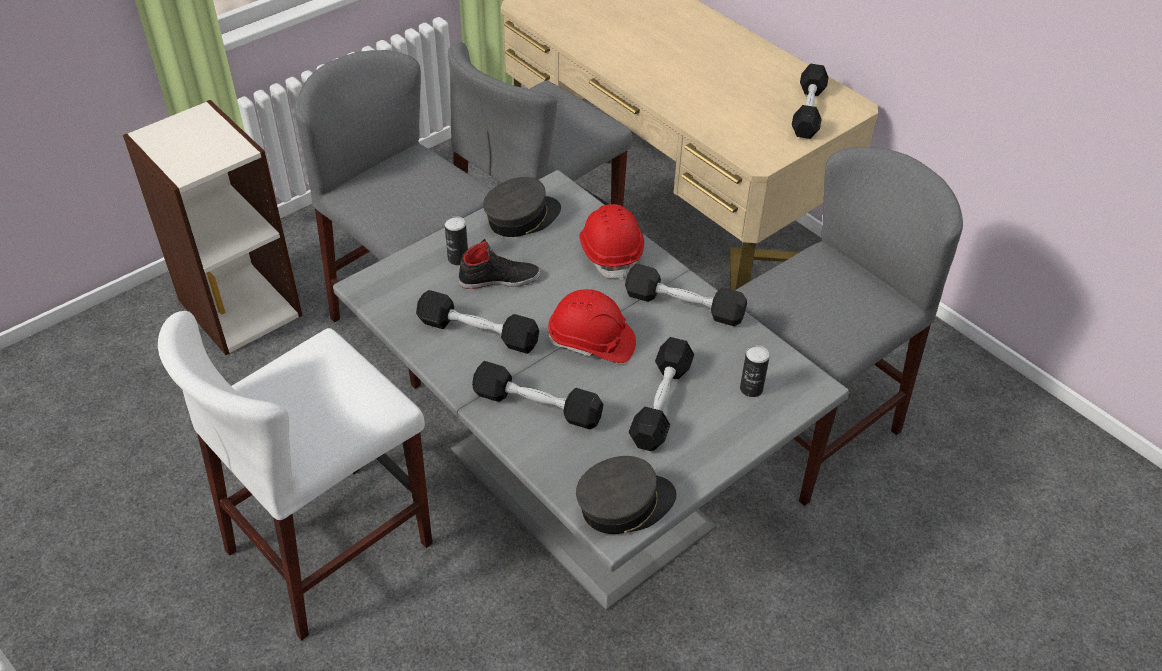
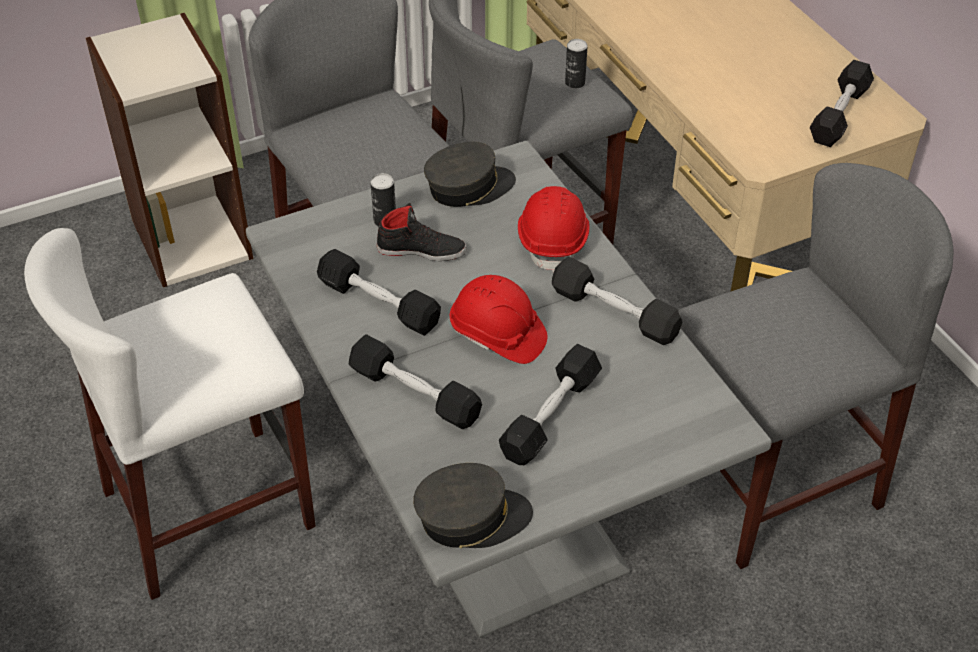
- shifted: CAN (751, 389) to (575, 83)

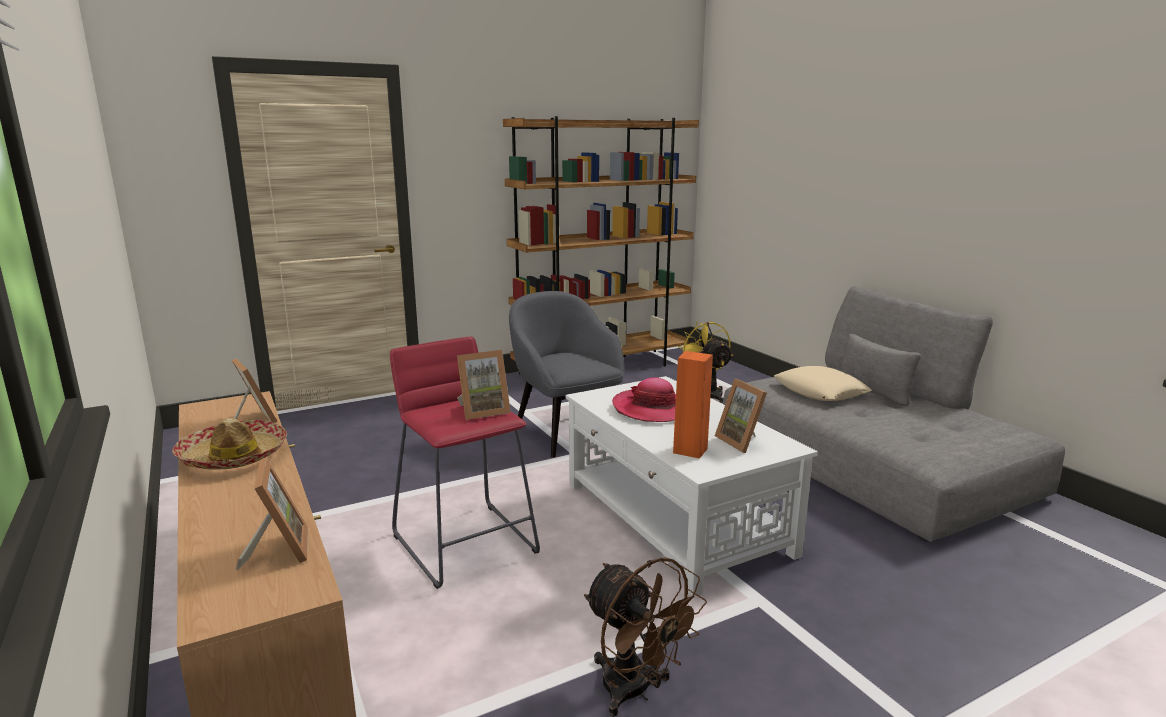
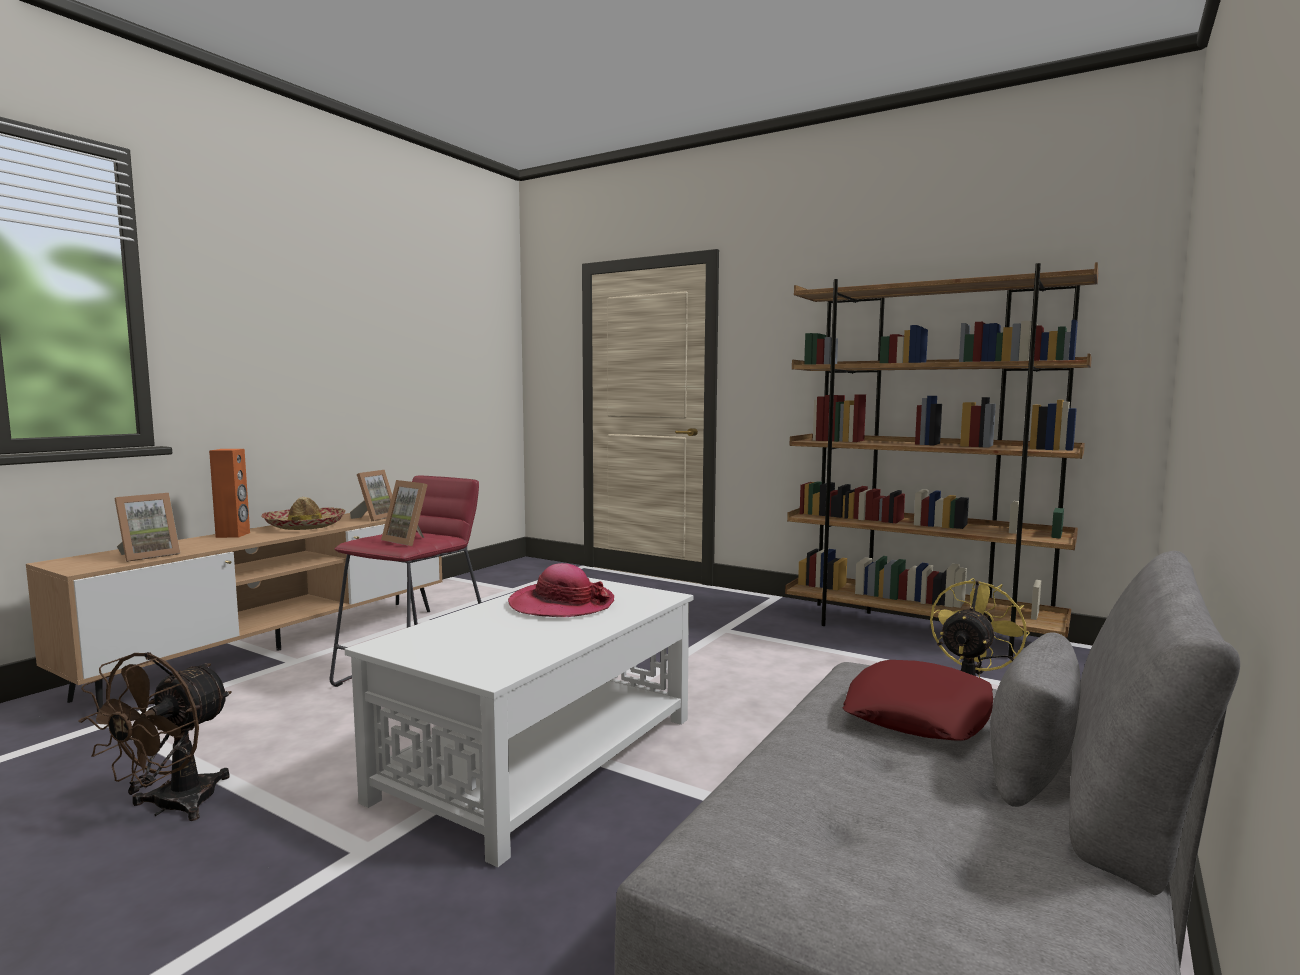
- gone: GRAY EASY CHAIR (566, 432)
- shifted: ORANGE SPEAKER (690, 450) to (233, 535)
- gone: PICTURE FRAME (742, 441)
- repainted: BEIGE-COLOURED CUSHION (820, 391) to REDDISH CUSHION (919, 714)

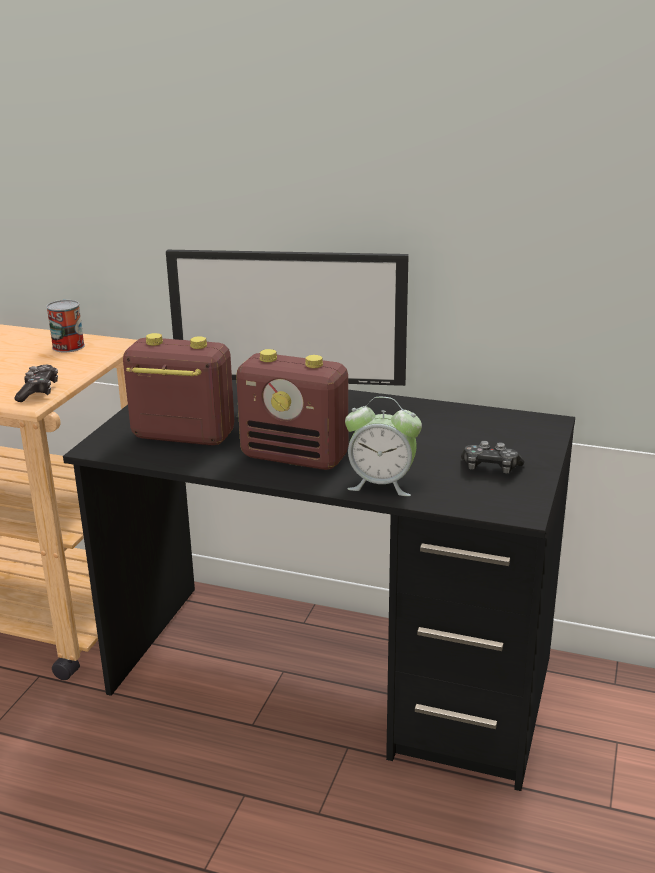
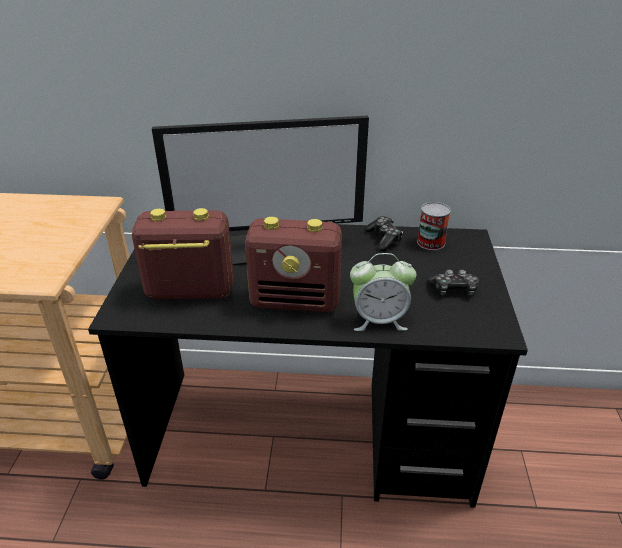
- shifted: JOYPAD (38, 391) to (384, 238)
- shifted: CAN (68, 346) to (431, 242)

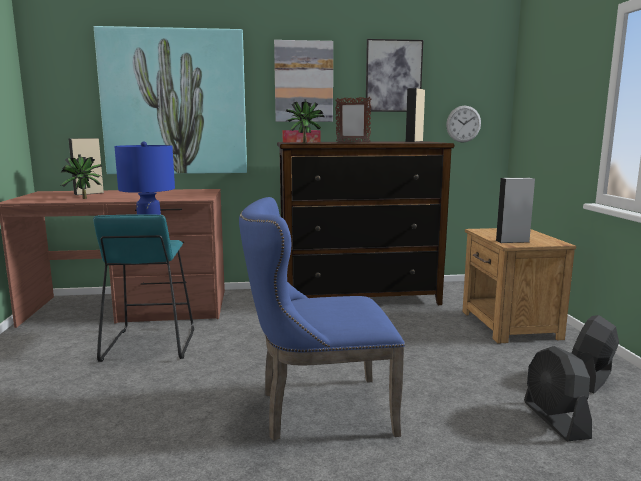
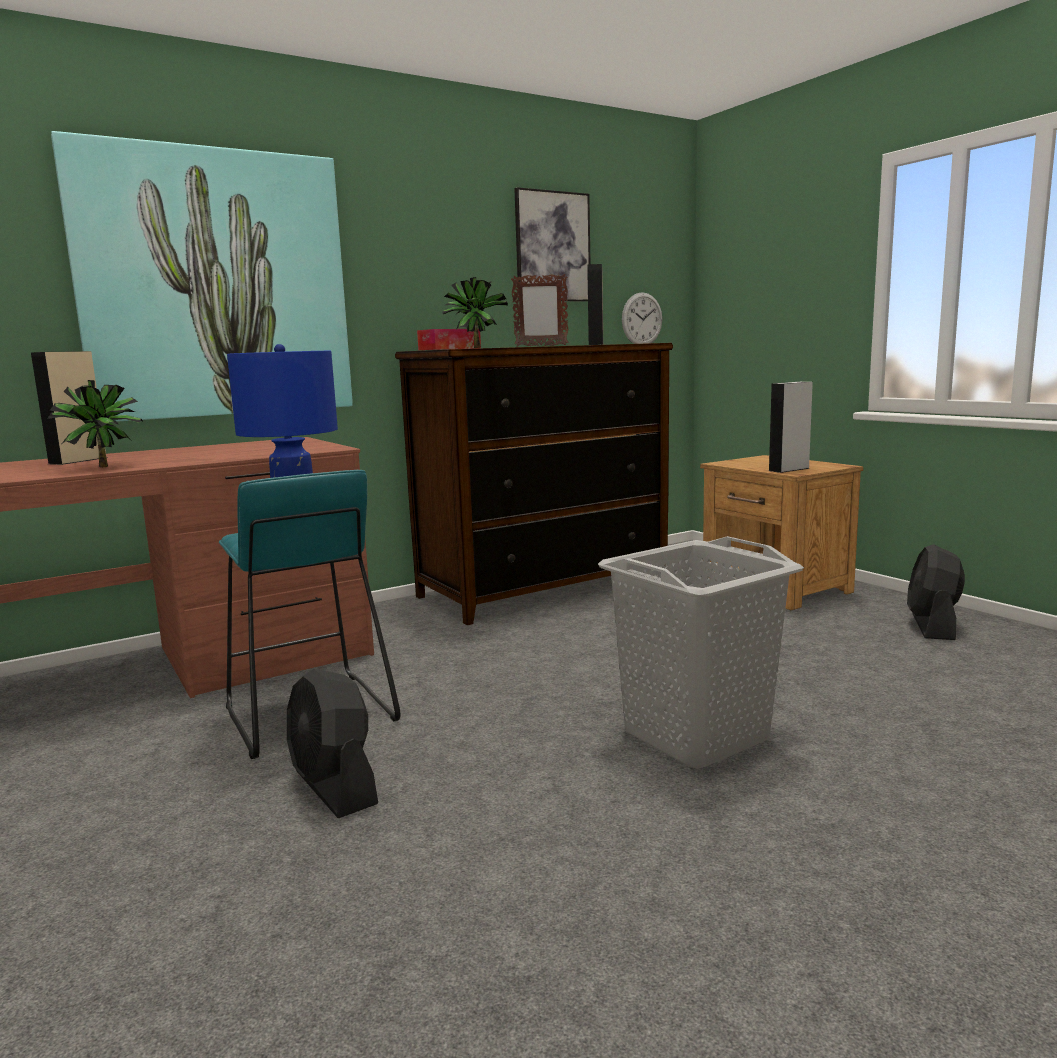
- swapped: BLUE-COLOURED PLAIN CHAIR (317, 411) to GRAY WASHING BASKET (694, 735)
- gone: WALL PICTURE (303, 82)
- shifted: BLACK COOLING FAN (555, 420) to (334, 787)

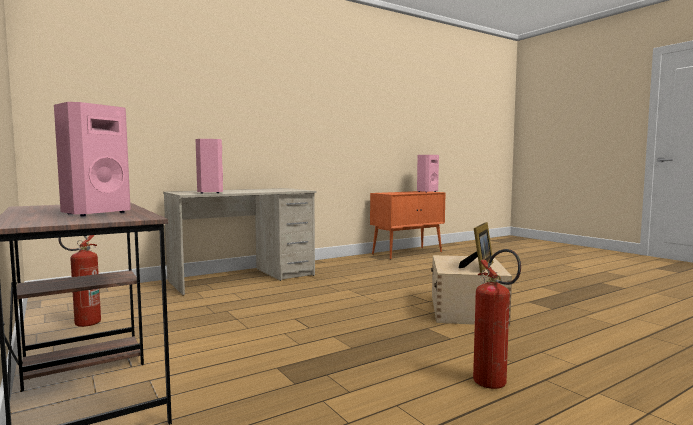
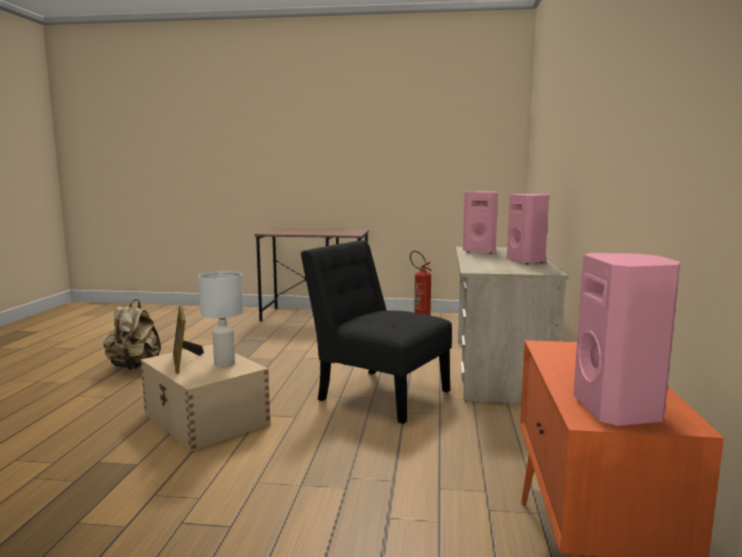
- shifted: PINK-COLOURED SPEAKER (94, 213) to (527, 261)
- swapped: FIRE EXTINGUISHER (494, 385) to BEIGE-COLOURED KNAPSACK (135, 367)
- new: WHITE TABLE LAMP (223, 363)
- new: BLACK PLAIN CHAIR (378, 393)

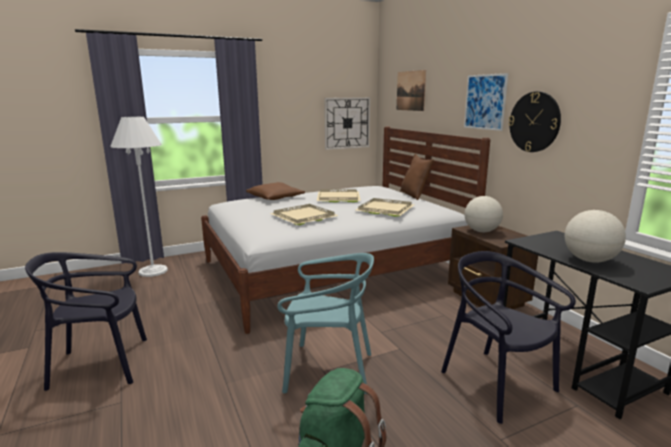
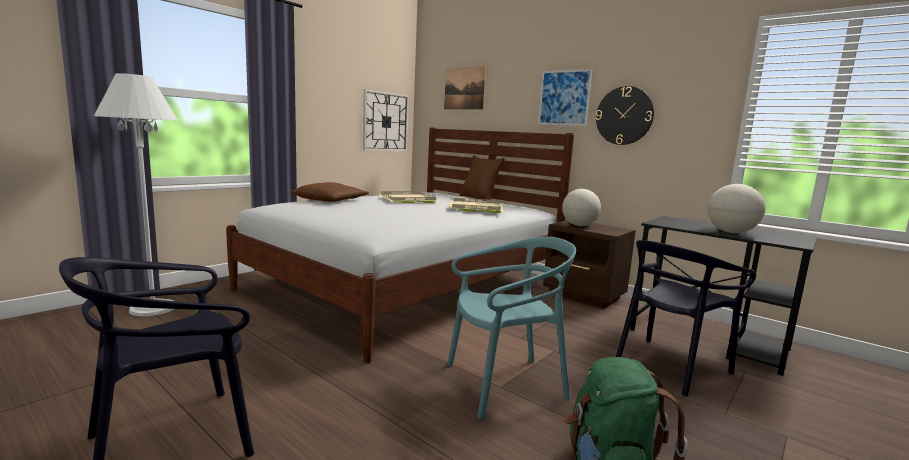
- gone: BEIGE-COLOURED SERVING TRAY (304, 216)
- rotated: BLACK PLAIN CHAIR (496, 384) = (669, 366) 75 degrees counterclockwise

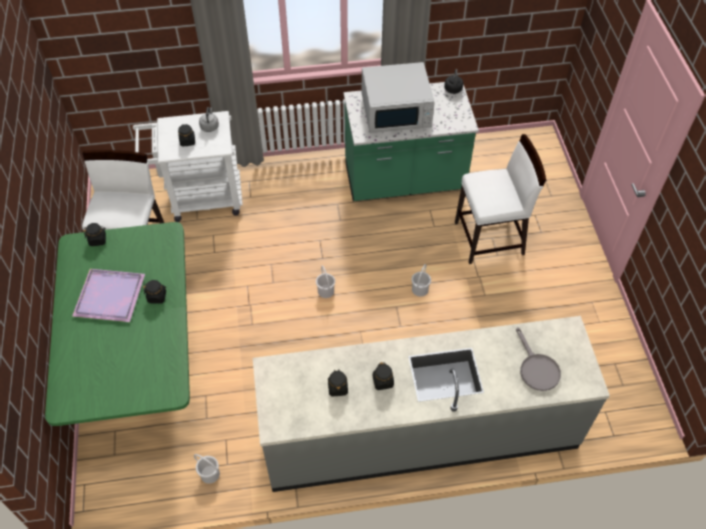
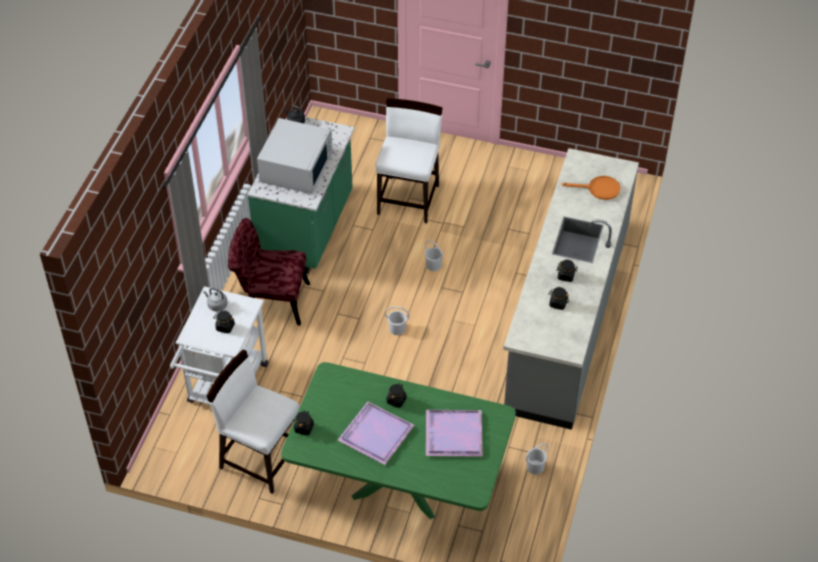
- repainted: GRAY SKILLET (536, 368) to ORANGE SKILLET (599, 189)
- new: REDDISH PLAIN CHAIR (270, 300)
- new: PURPLE-COLOURED SERVING TRAY (452, 435)

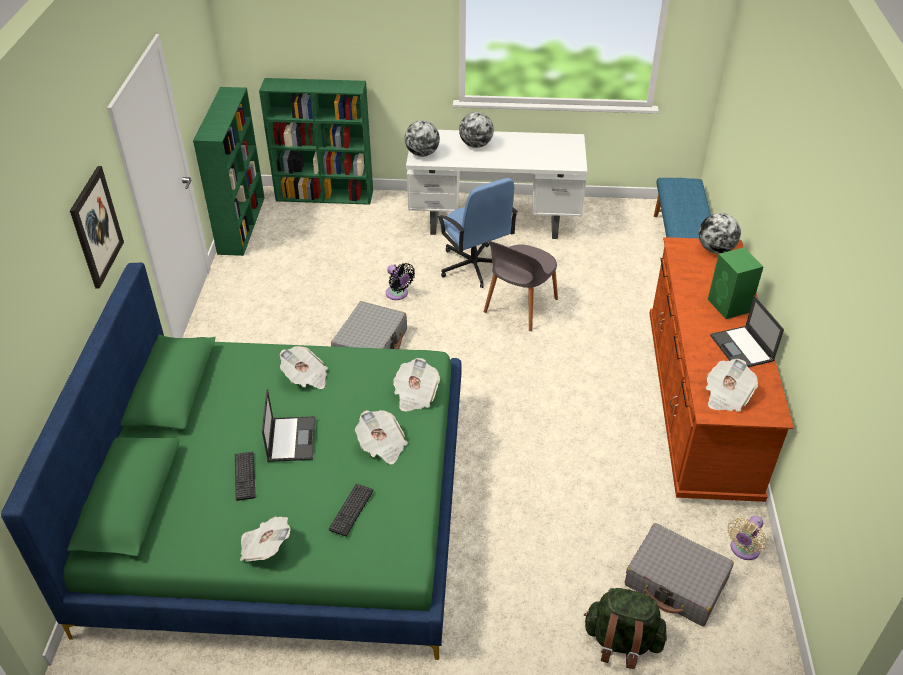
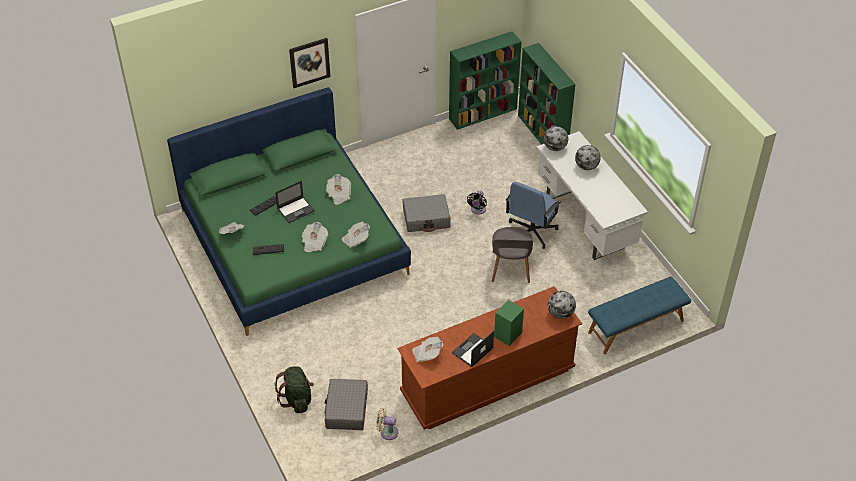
- rotated: GRAY PLAIN CHAIR (519, 307) = (510, 268) 90 degrees counterclockwise

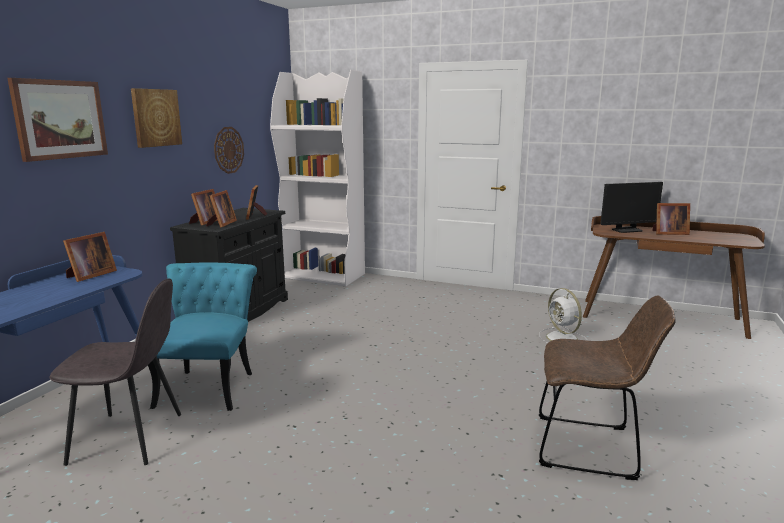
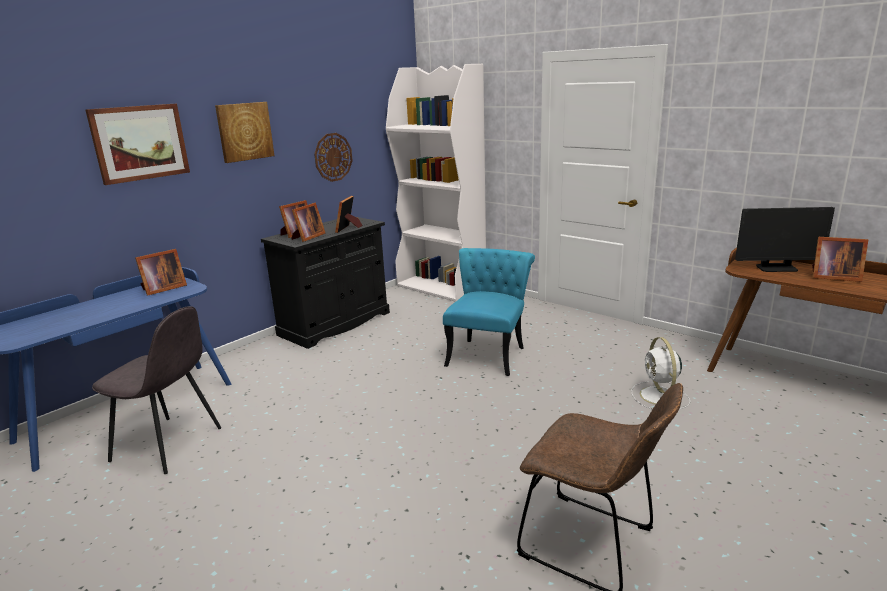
- shifted: TURQUOISE-COLOURED PLAIN CHAIR (210, 384) to (488, 353)

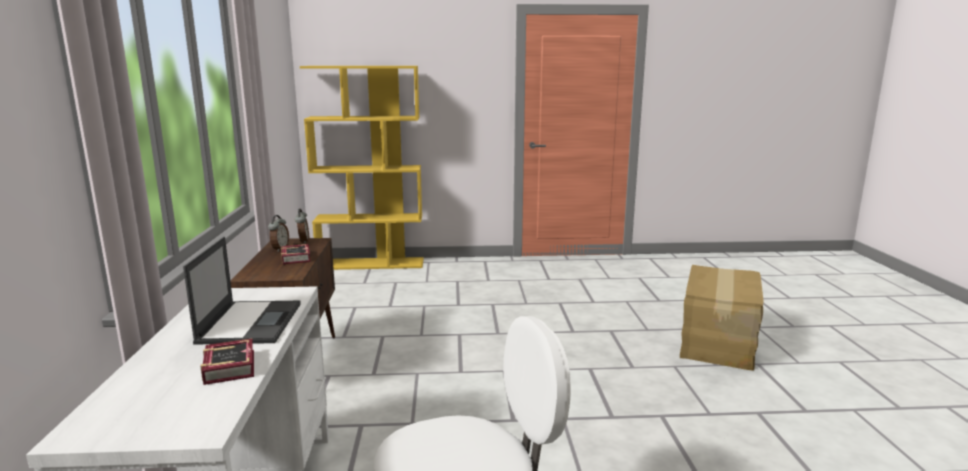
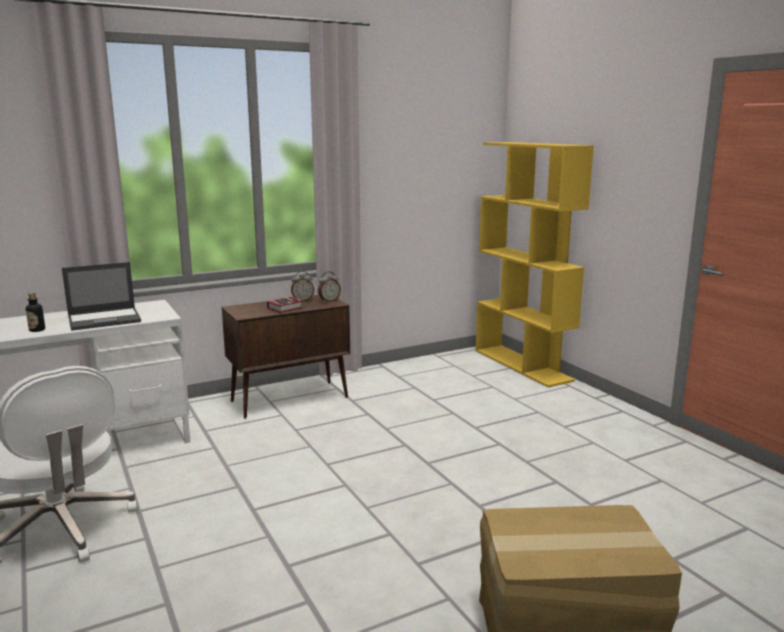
- swapped: VOLUME (231, 366) to BEVERAGE BOTTLE (37, 330)

